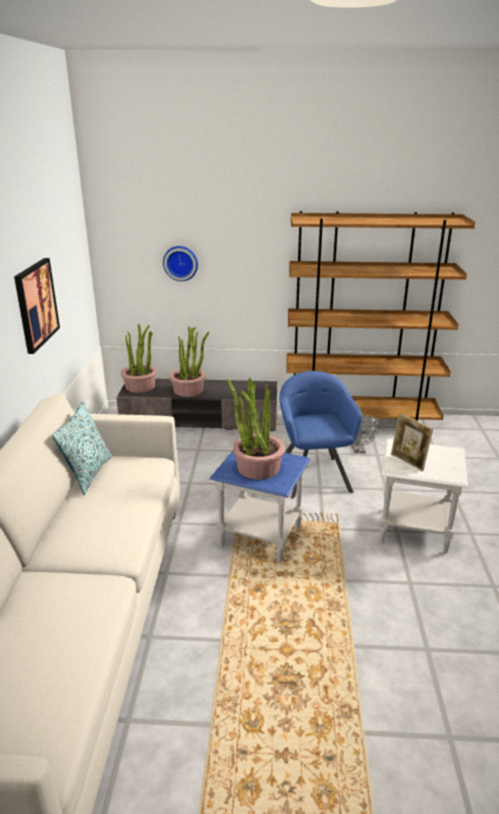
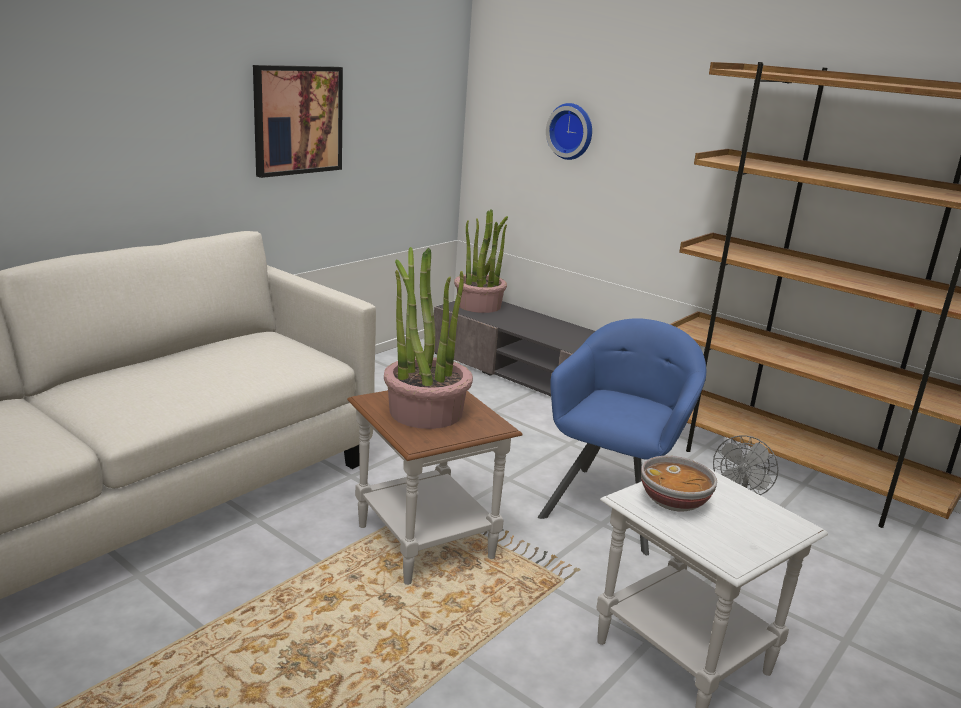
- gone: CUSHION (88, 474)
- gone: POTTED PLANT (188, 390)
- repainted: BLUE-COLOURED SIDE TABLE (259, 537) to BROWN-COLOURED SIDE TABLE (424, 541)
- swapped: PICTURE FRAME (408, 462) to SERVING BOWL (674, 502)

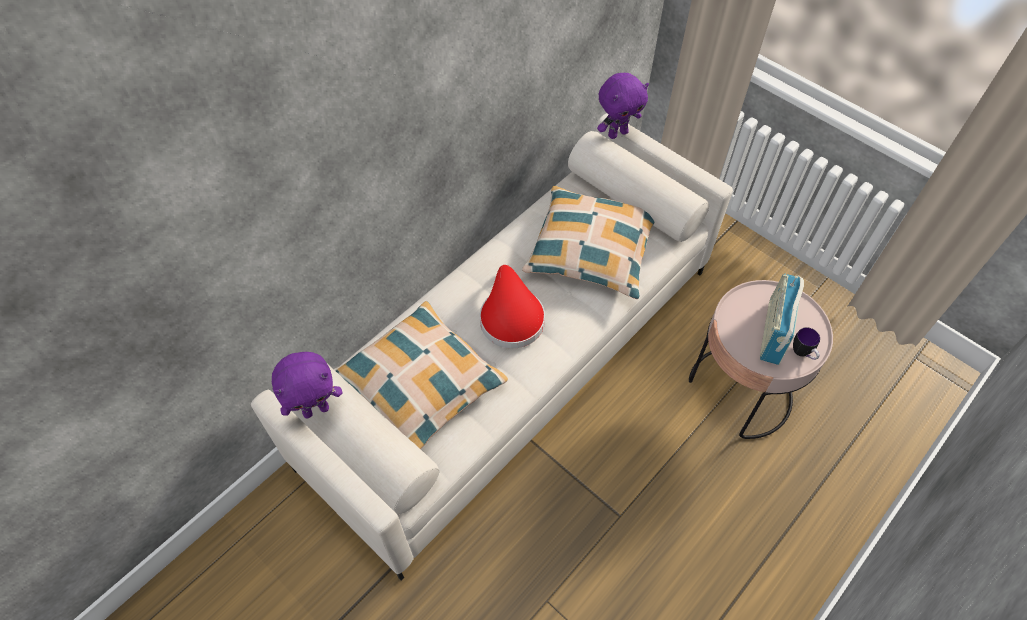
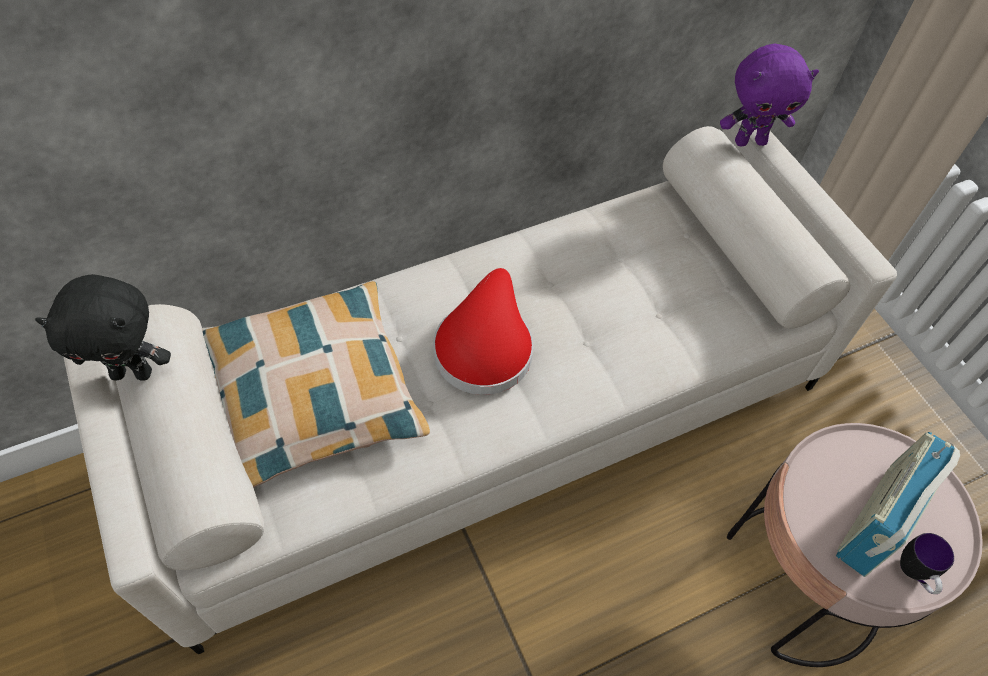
- repainted: PURPLE-COLOURED CUDDLY TOY (316, 409) to BLACK CUDDLY TOY (133, 372)
- gone: CUSHION (592, 249)

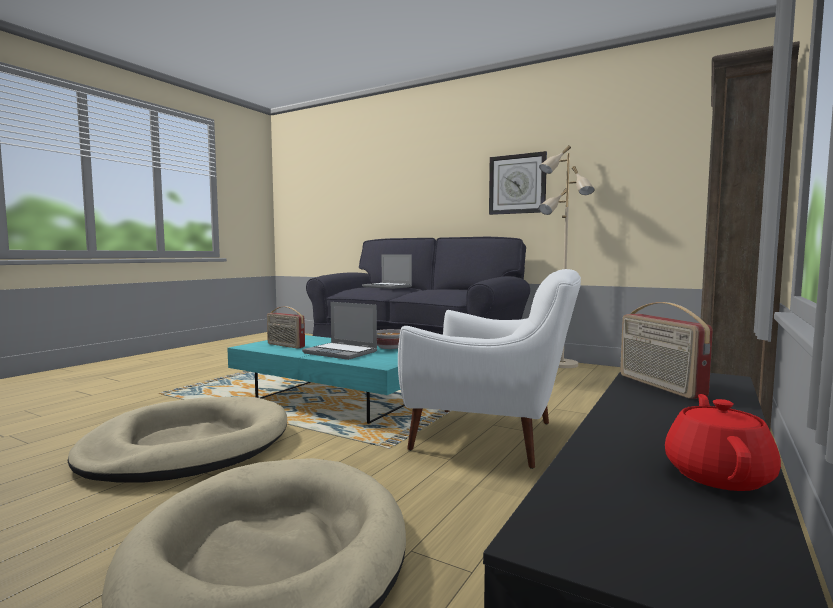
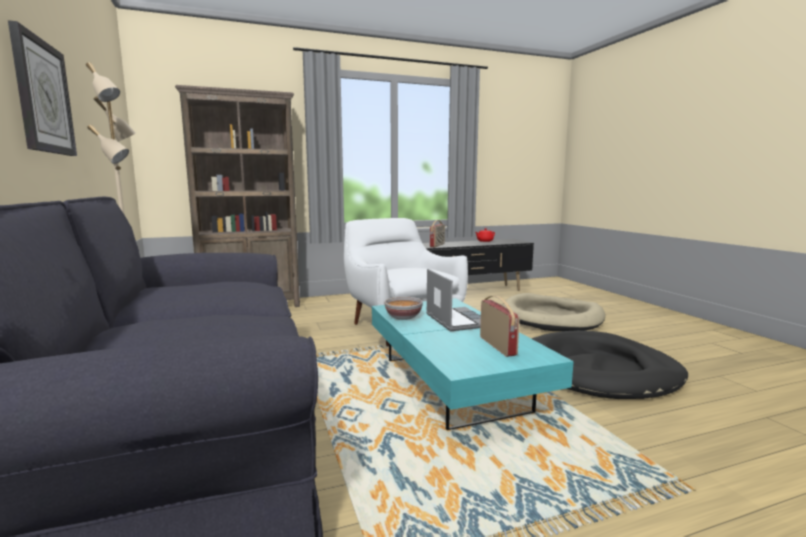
- repainted: BEIGE-COLOURED DOG BED (188, 446) to BLACK DOG BED (599, 370)
- gone: PORTABLE COMPUTER (388, 287)

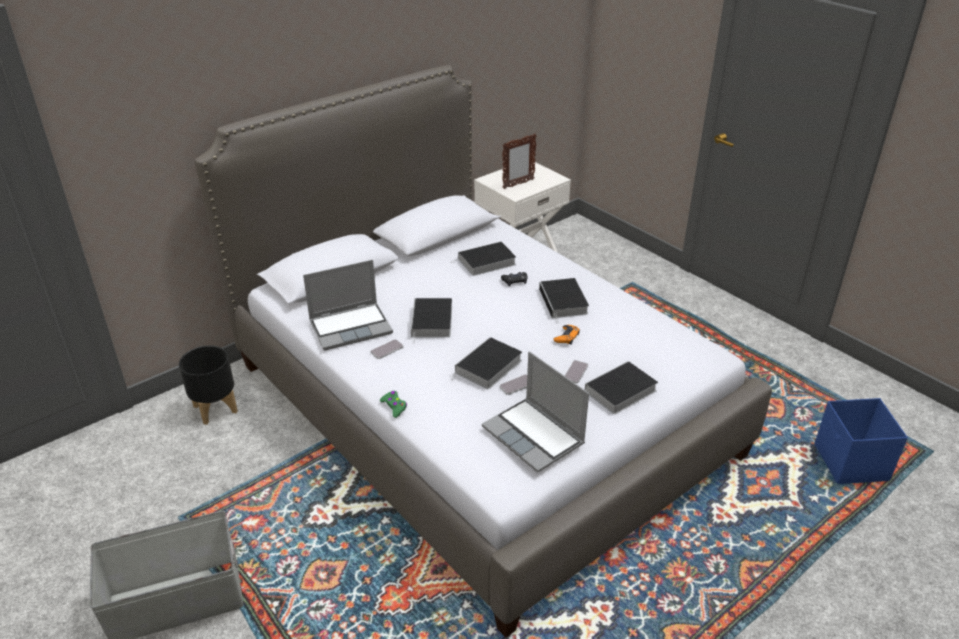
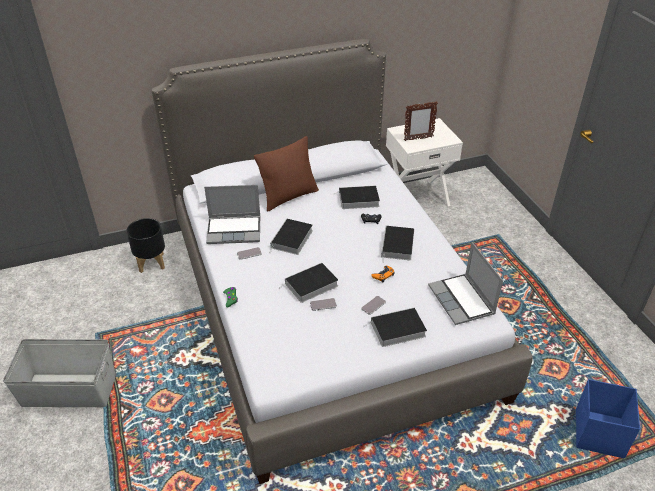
- shifted: PORTABLE COMPUTER (534, 436) to (462, 300)
- new: BROWN-COLOURED CUSHION (289, 197)

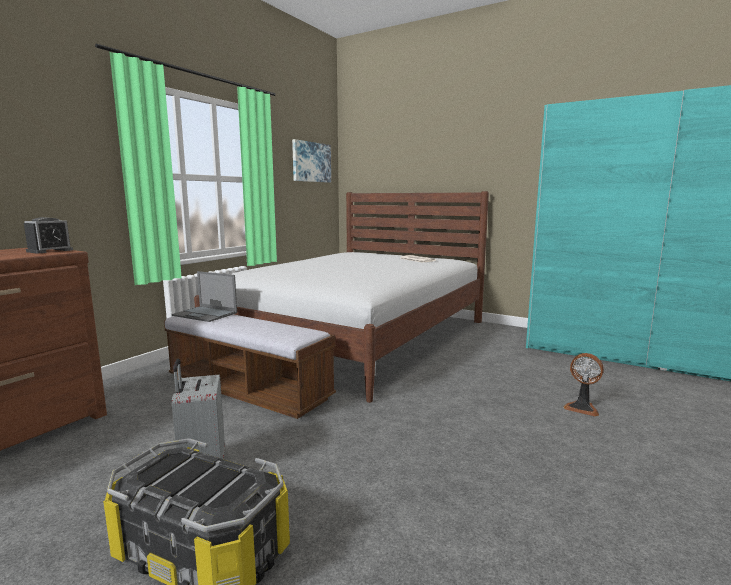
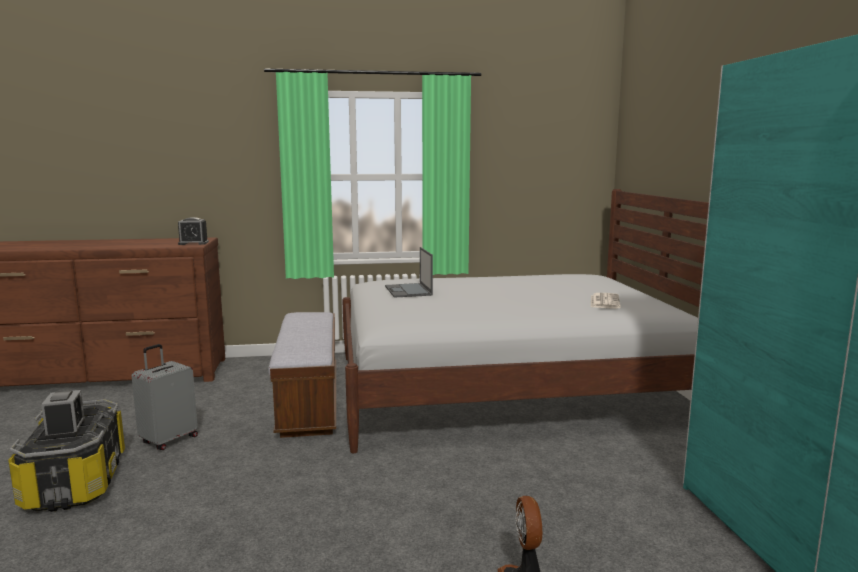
- shifted: PORTABLE COMPUTER (205, 314) to (408, 291)
- gone: WALL PICTURE (311, 162)
- new: BEDSIDE CLOCK (65, 429)

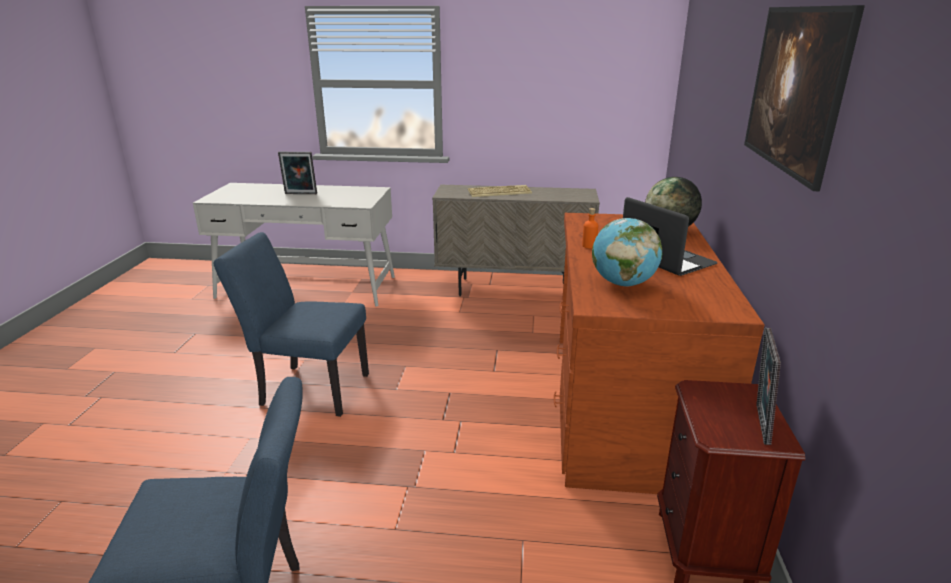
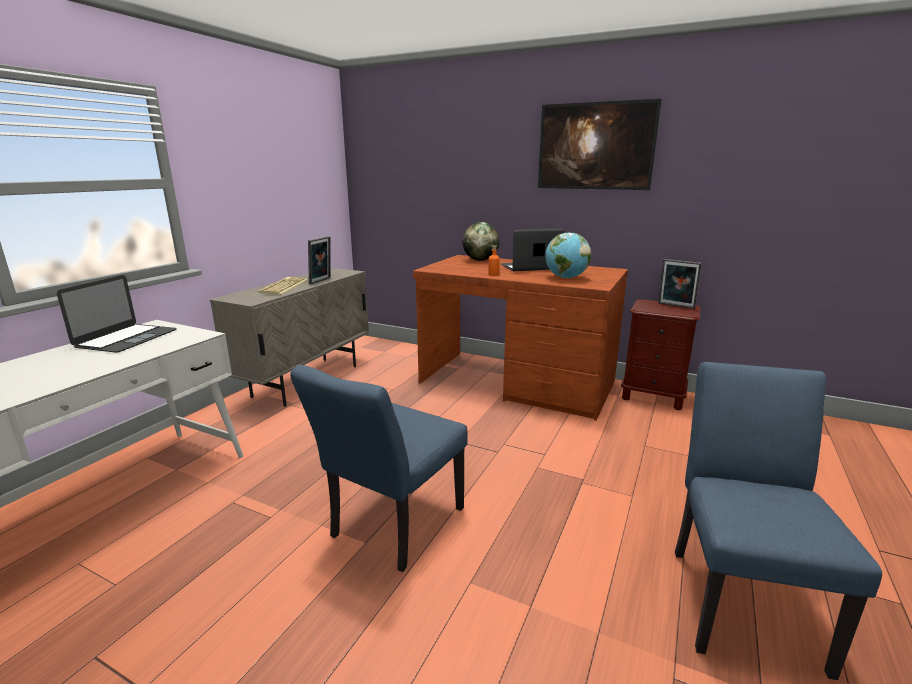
- shifted: PICTURE FRAME (300, 194) to (321, 281)
- new: PORTABLE COMPUTER (126, 338)

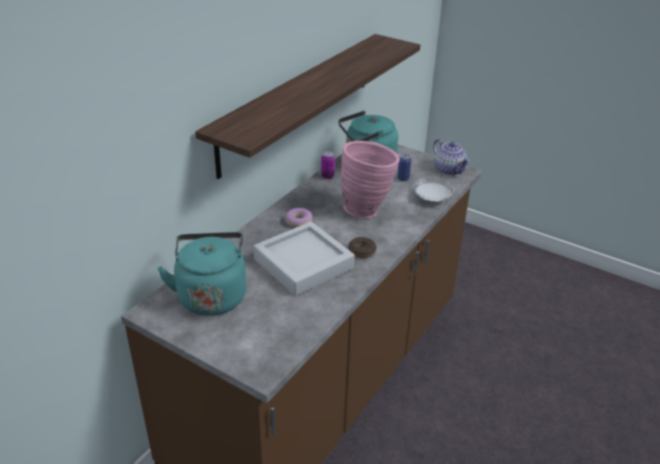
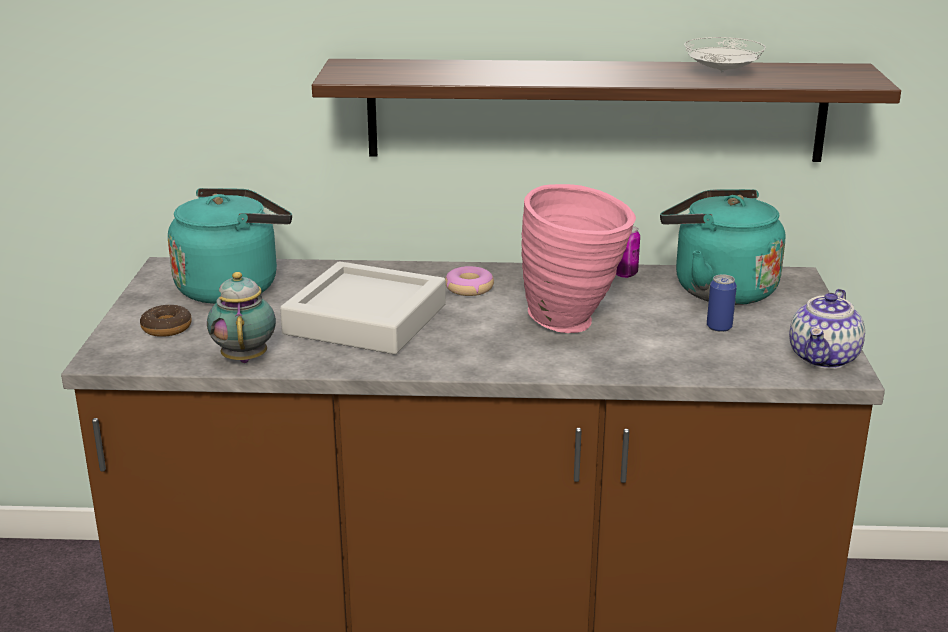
- shifted: DONUT (362, 251) to (166, 328)
- shifted: WHITE FLAT DISH (432, 199) to (721, 72)
- new: POT FOR TEA (245, 357)

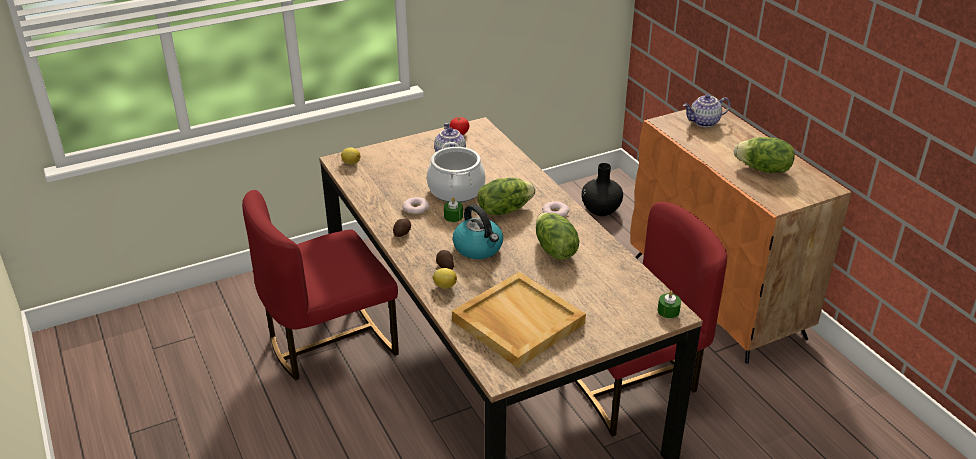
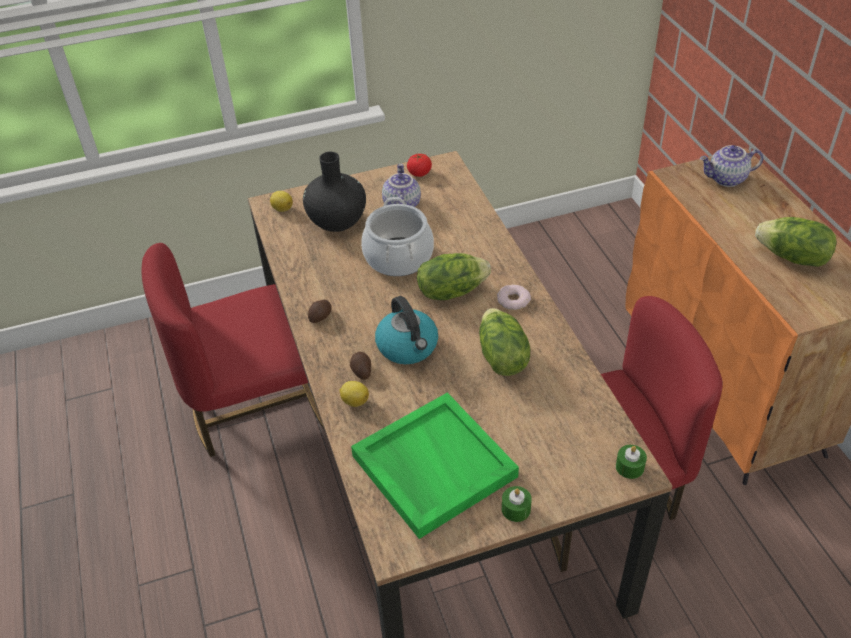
- gone: DONUT (416, 208)
- shifted: GREENISH WAX LIGHT (453, 216) to (516, 509)
- repainted: BEIGE-COLOURED SERVING TRAY (517, 322) to GREENISH SERVING TRAY (432, 466)
- shifted: BLACK DECORATIVE VASE (600, 210) to (337, 221)

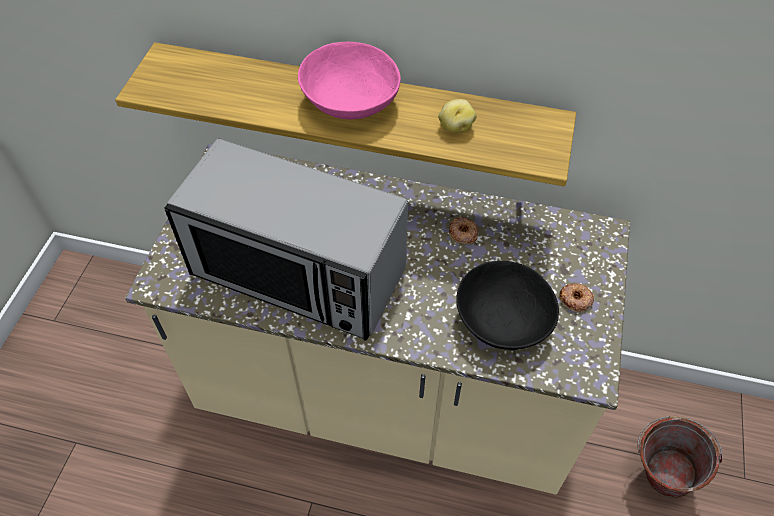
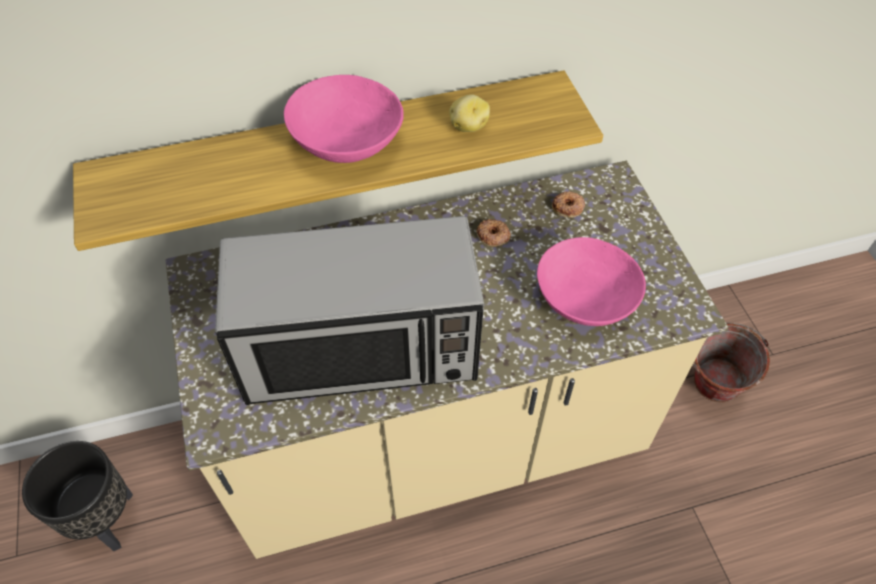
- repainted: BLACK SERVING BOWL (501, 321) to PINK-COLOURED SERVING BOWL (583, 301)
- shifted: DONUT (575, 299) to (568, 207)
- new: BLACK FLOWER POT (108, 520)

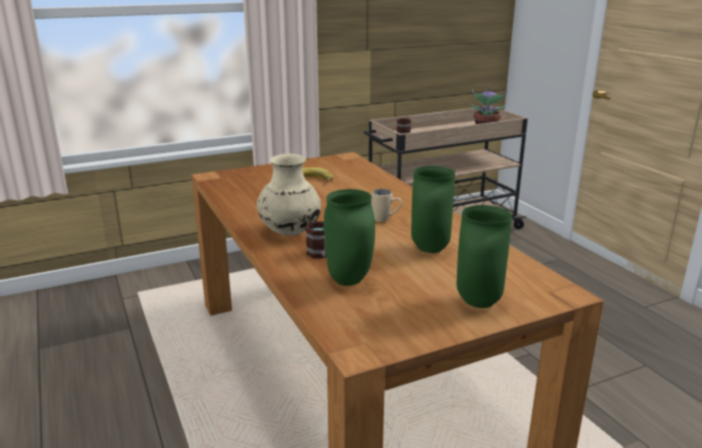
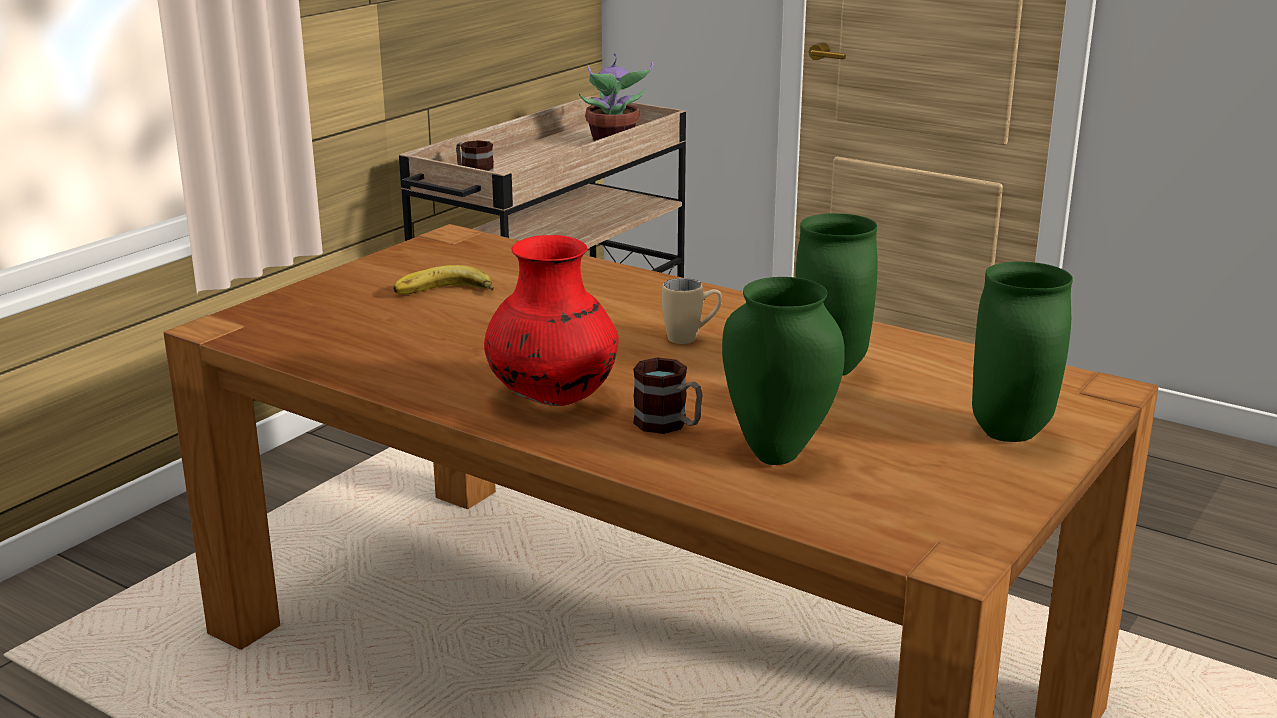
- repainted: BEIGE-COLOURED DECORATIVE VASE (290, 232) to REDDISH DECORATIVE VASE (552, 399)

